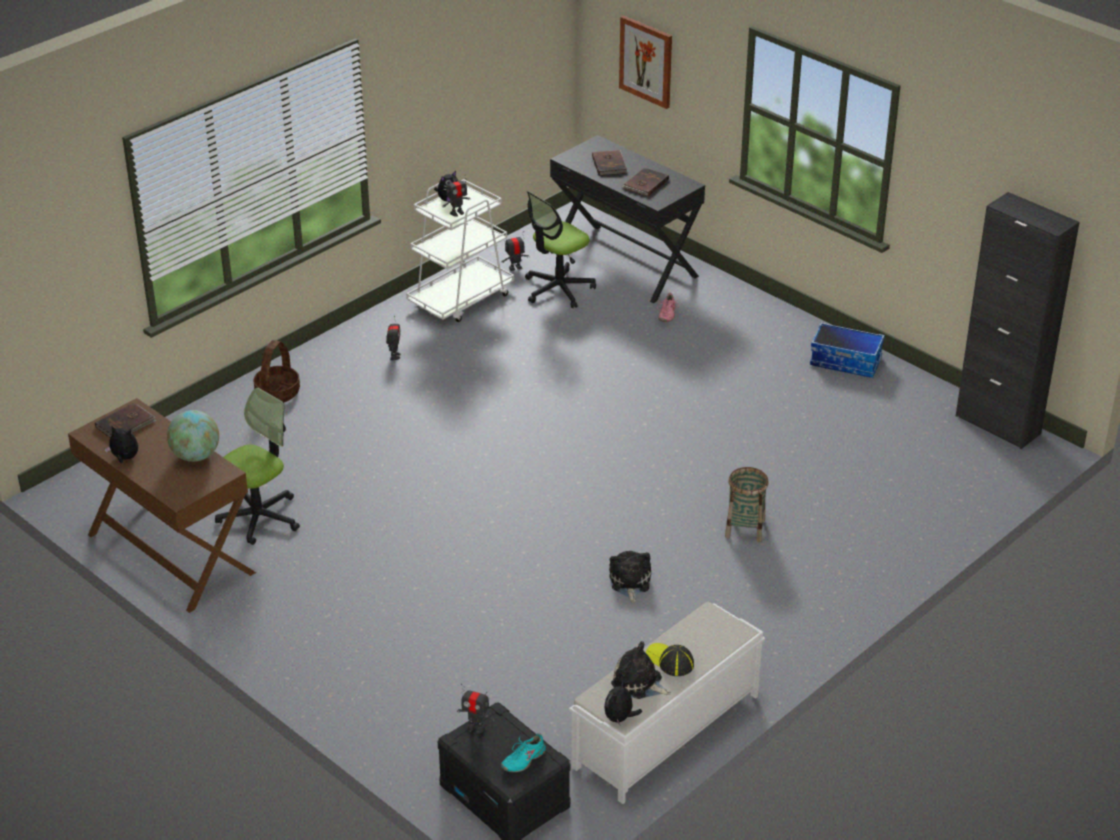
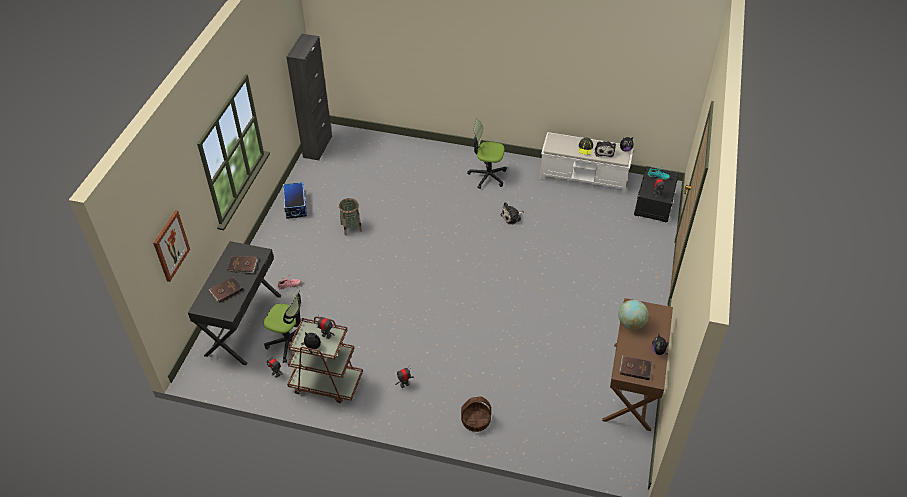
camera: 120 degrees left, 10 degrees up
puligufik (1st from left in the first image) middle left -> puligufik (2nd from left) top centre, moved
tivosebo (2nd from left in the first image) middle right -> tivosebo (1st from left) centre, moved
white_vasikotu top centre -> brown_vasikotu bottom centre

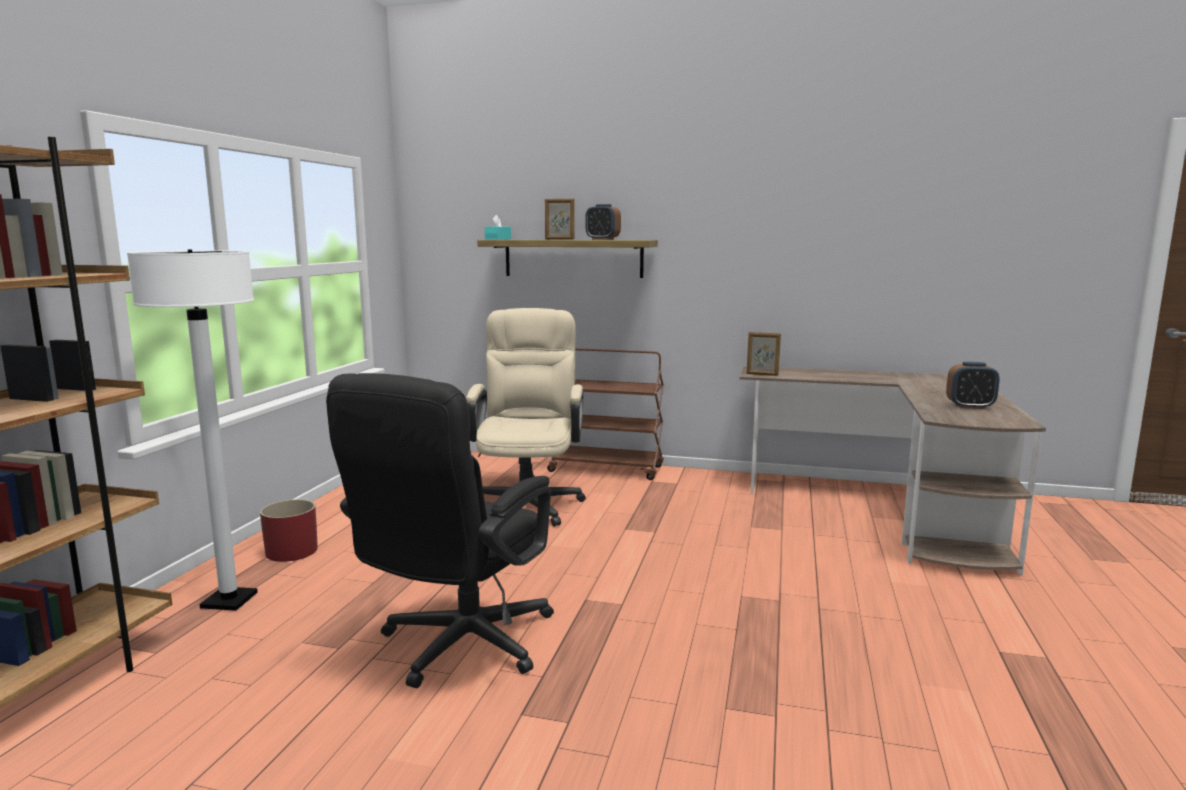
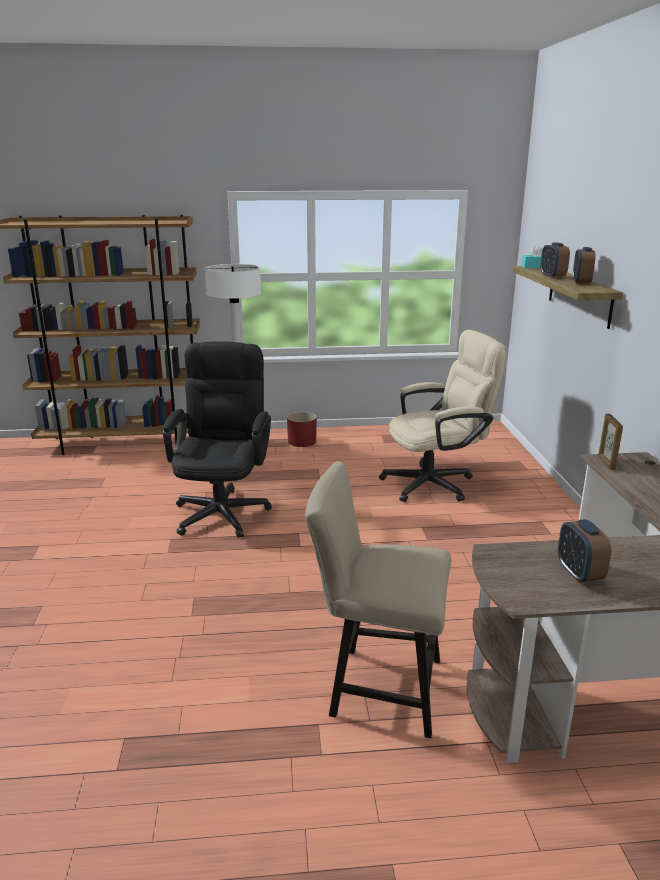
camera: 70 degrees right, 10 degrees up
brown_vasikotu centre -> none
none -> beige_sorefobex bottom centre
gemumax (1st from left) top centre -> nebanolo (1st from left) top right
black_puligufik bottom centre -> black_puligufik middle left, 90 degrees clockwise

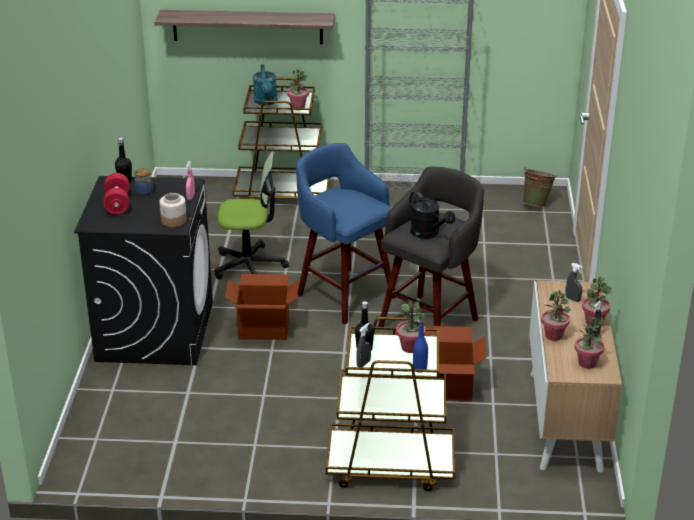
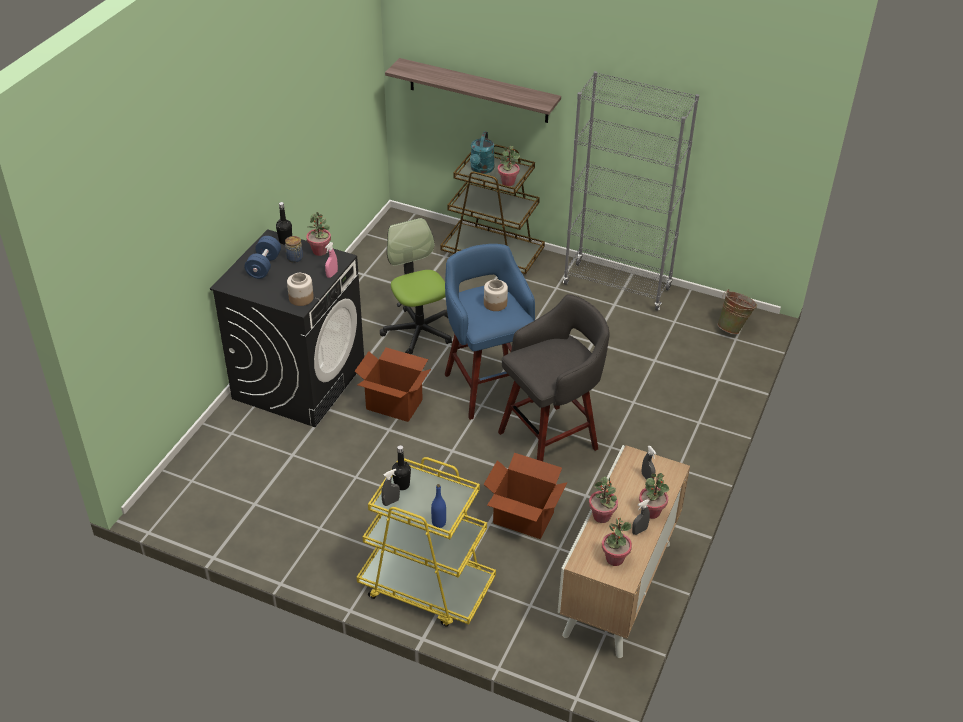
camera: 20 degrees right, 10 degrees up
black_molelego centre -> none
none -> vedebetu (3rd from left) centre
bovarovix (2nd from left in the first image) centre -> bovarovix (1st from left) top left, moved
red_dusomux middle left -> blue_dusomux middle left
brown_vasikotu (2nd from left) bottom centre -> yellow_vasikotu bottom centre
puligufik centre, 135 degrees counterclockwise

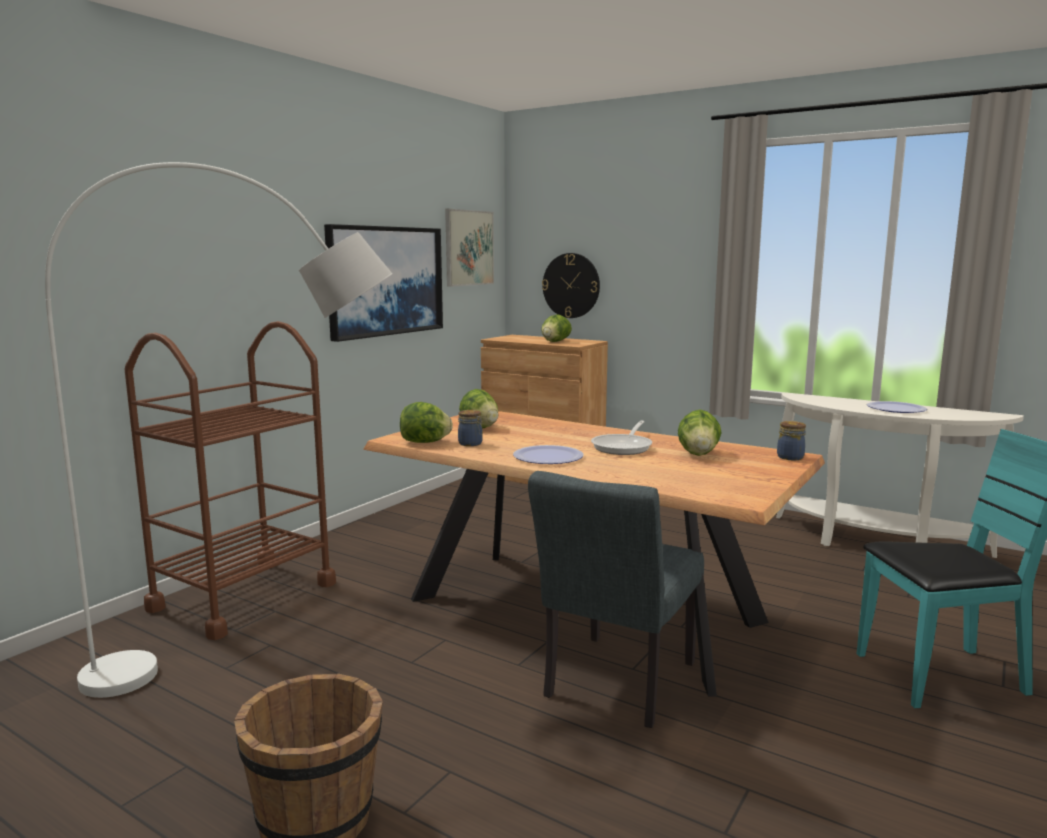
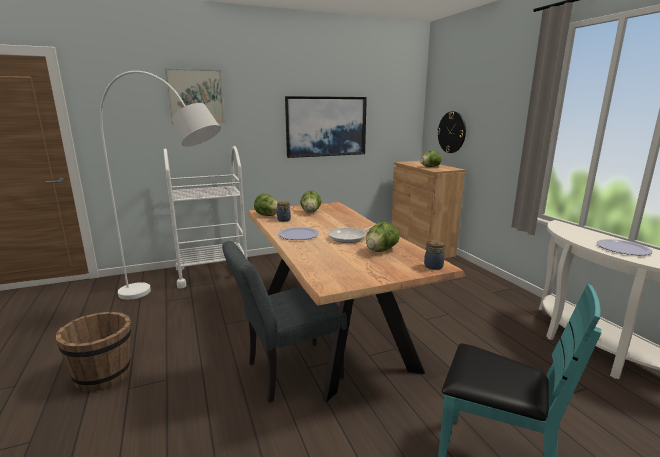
camera: 35 degrees right, 5 degrees up
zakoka (2nd from left in the first image) top centre -> zakoka (1st from left) top left, moved
brown_vasikotu middle left -> white_vasikotu middle left

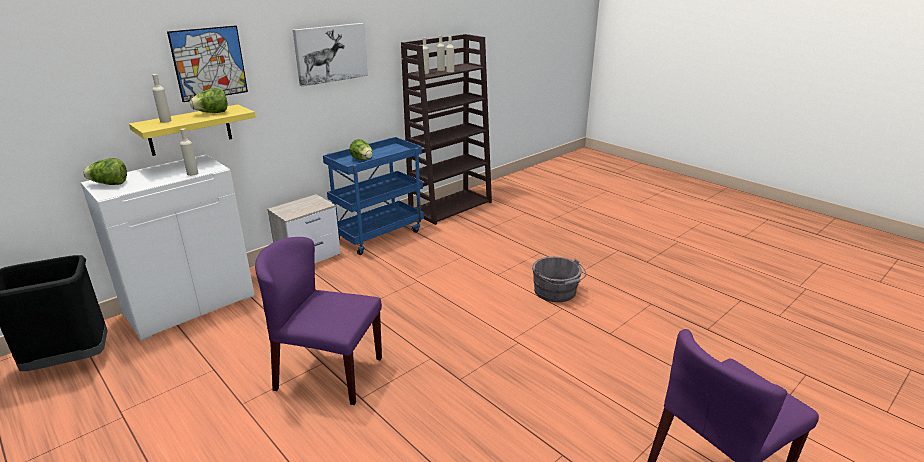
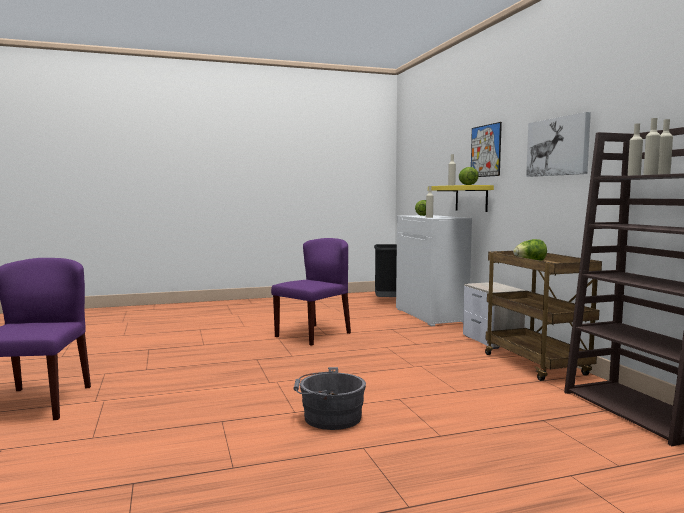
camera: 115 degrees right, 20 degrees down
blue_vasikotu centre -> brown_vasikotu middle right

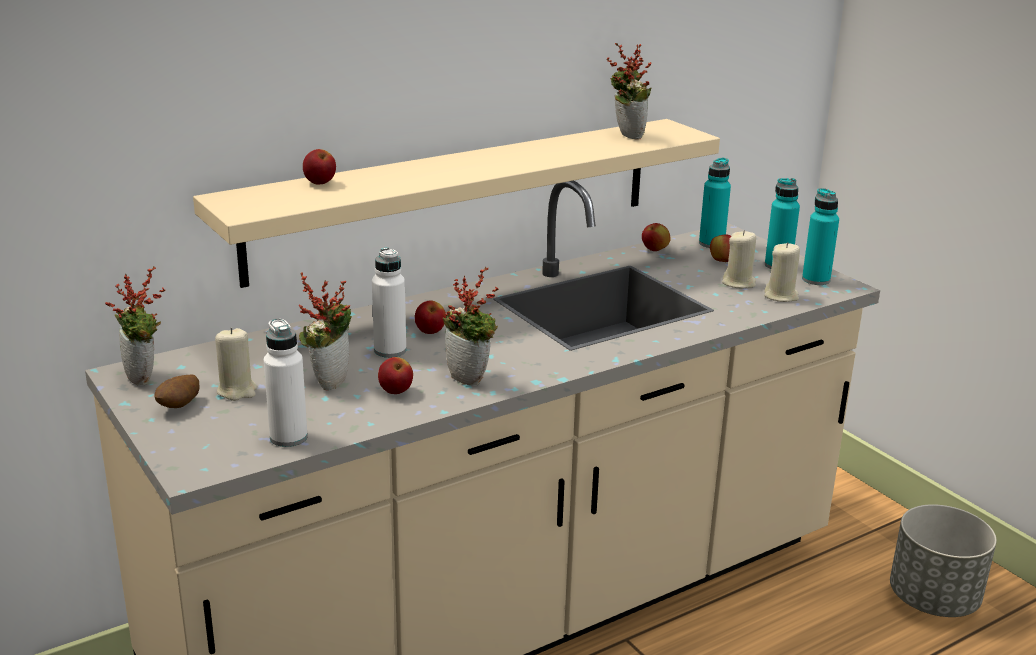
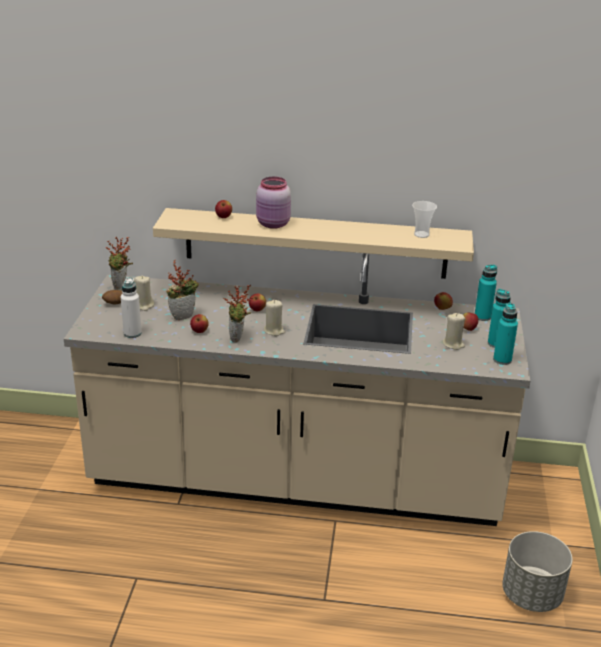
camera: 40 degrees right, 5 degrees up
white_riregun (2nd from left) centre -> none
none -> pink_vedebetu top centre
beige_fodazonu (3rd from left in the first image) middle right -> beige_fodazonu (2nd from left) centre, moved
bovarovix (4th from left) top centre -> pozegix middle right

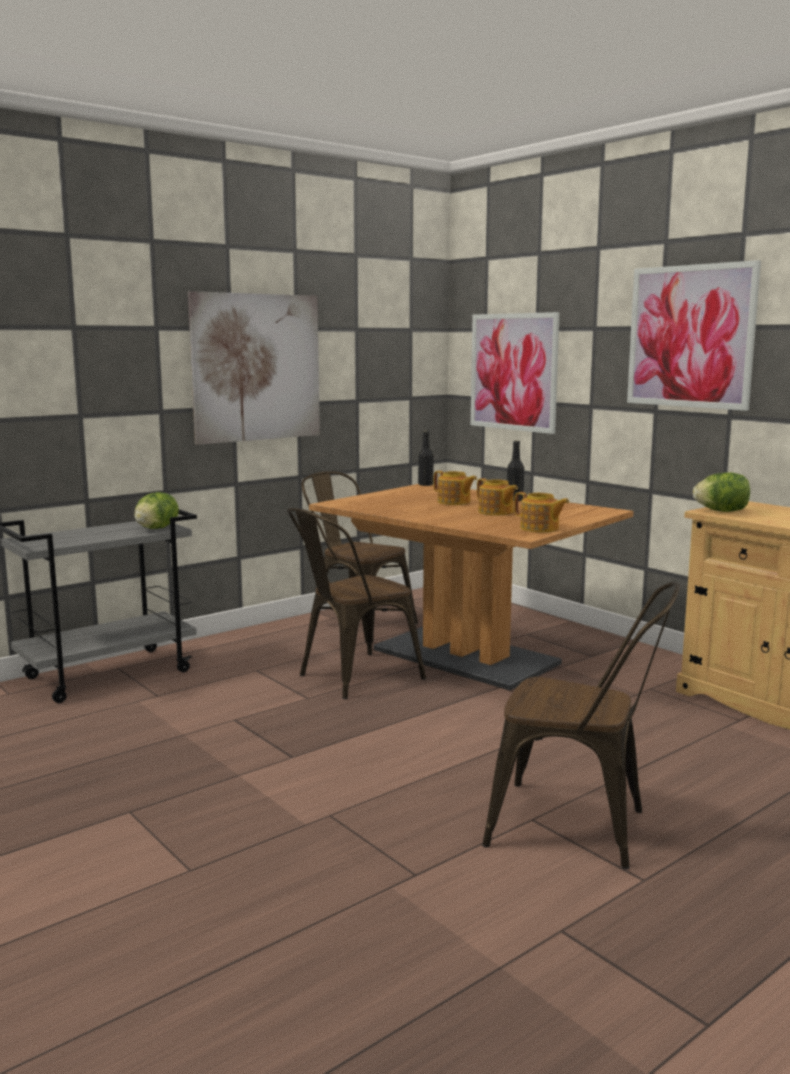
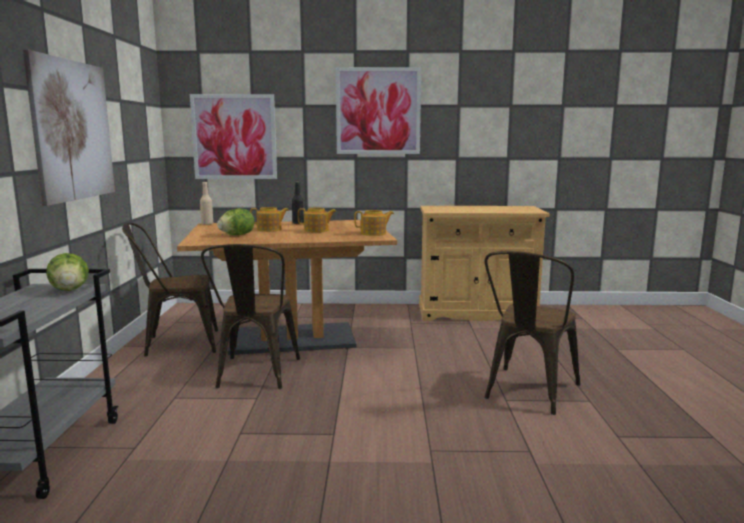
camera: 50 degrees left, 0 degrees up
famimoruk (2nd from left) middle right -> famimoruk (2nd from left) middle left, moved
black_riregun (1st from left) centre -> beige_riregun middle left
brown_sorefobex (3rd from left) bottom right -> brown_sorefobex (3rd from left) middle right, 150 degrees clockwise

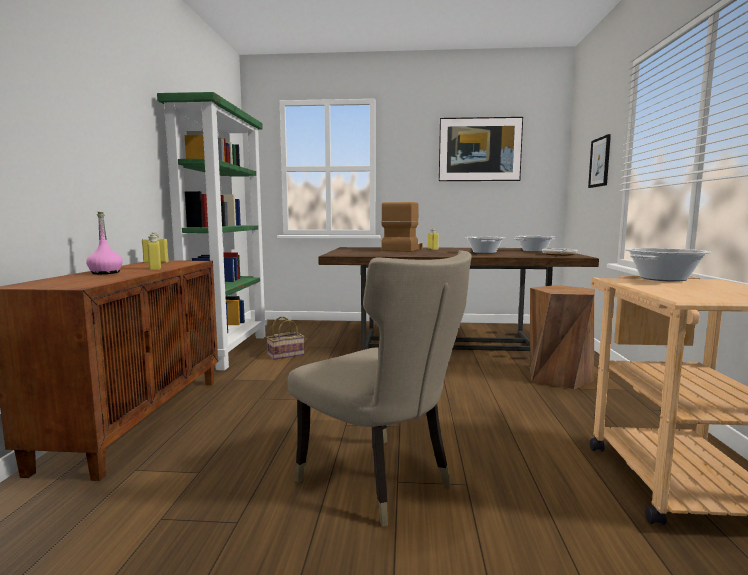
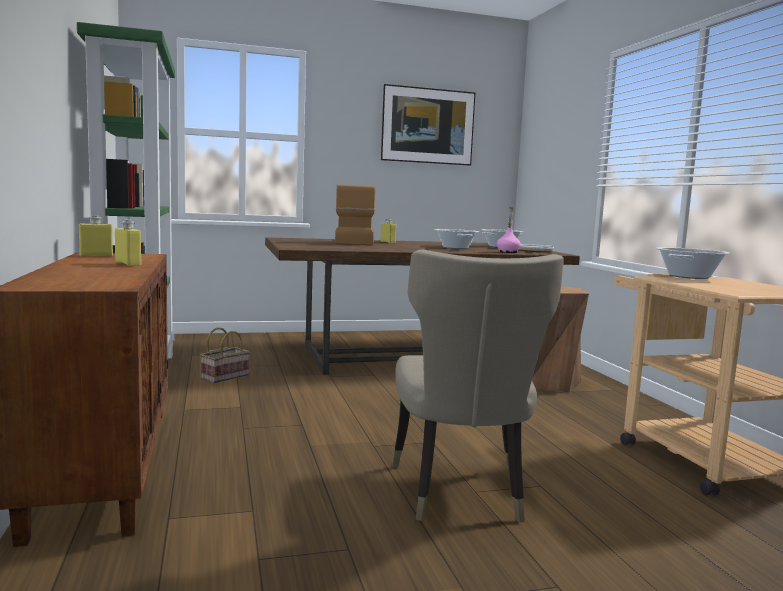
camera: 20 degrees left, 0 degrees up
zakoka (2nd from left) top right -> none
pink_riregun middle left -> pink_riregun centre, moved
beige_sorefobex bottom centre -> beige_sorefobex centre, 60 degrees clockwise

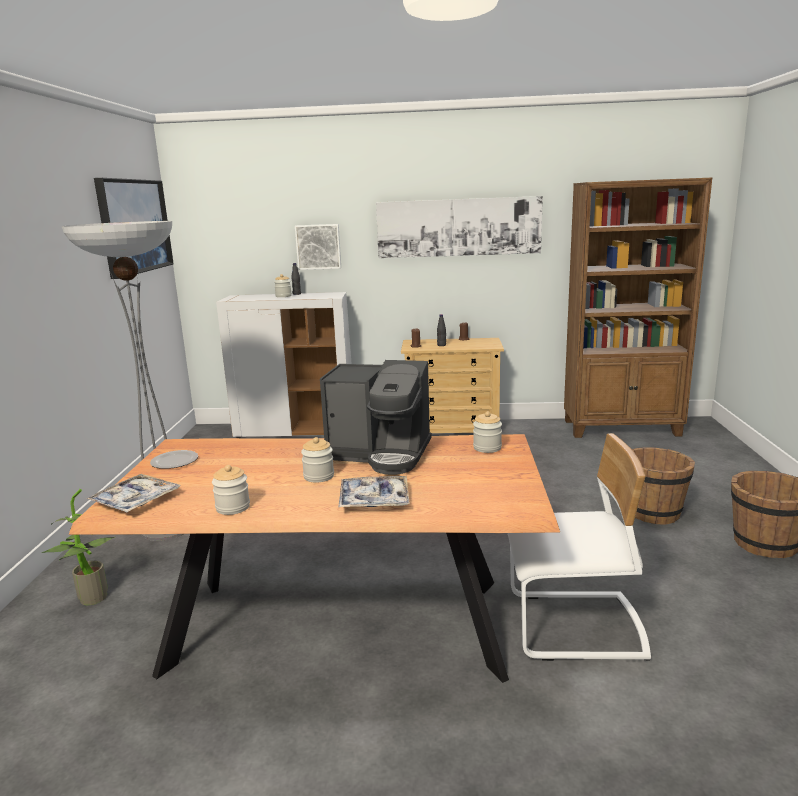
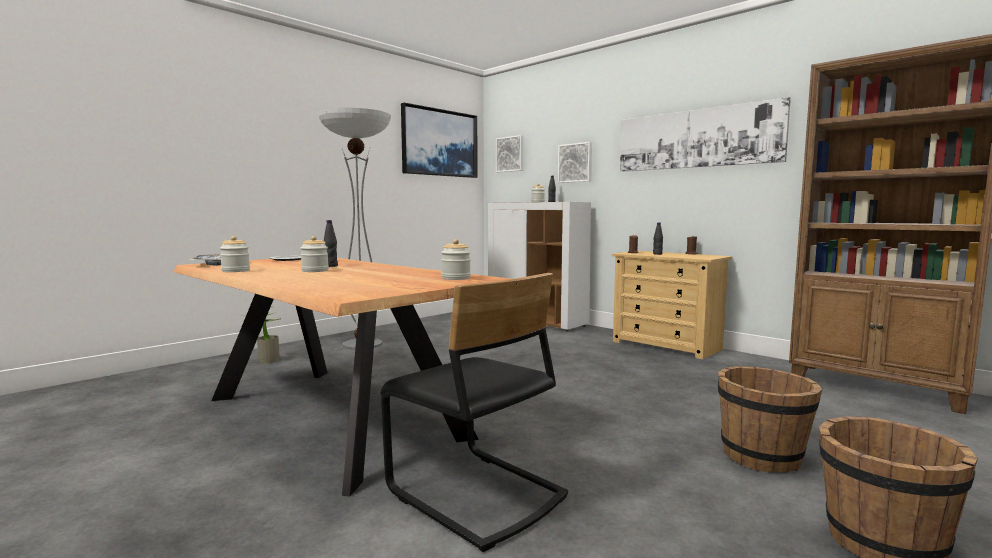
camera: 40 degrees right, 10 degrees down
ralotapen centre -> none
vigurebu (2nd from left) centre -> none
none -> black_riregun (1st from left) centre
none -> zakoka (2nd from left) top centre
white_sorefobex bottom right -> black_sorefobex bottom centre

